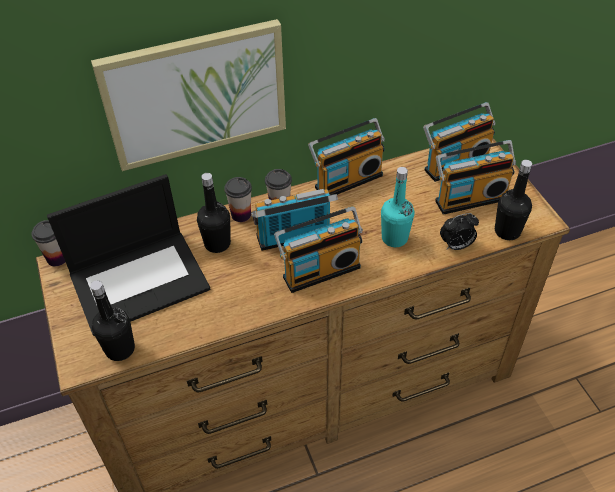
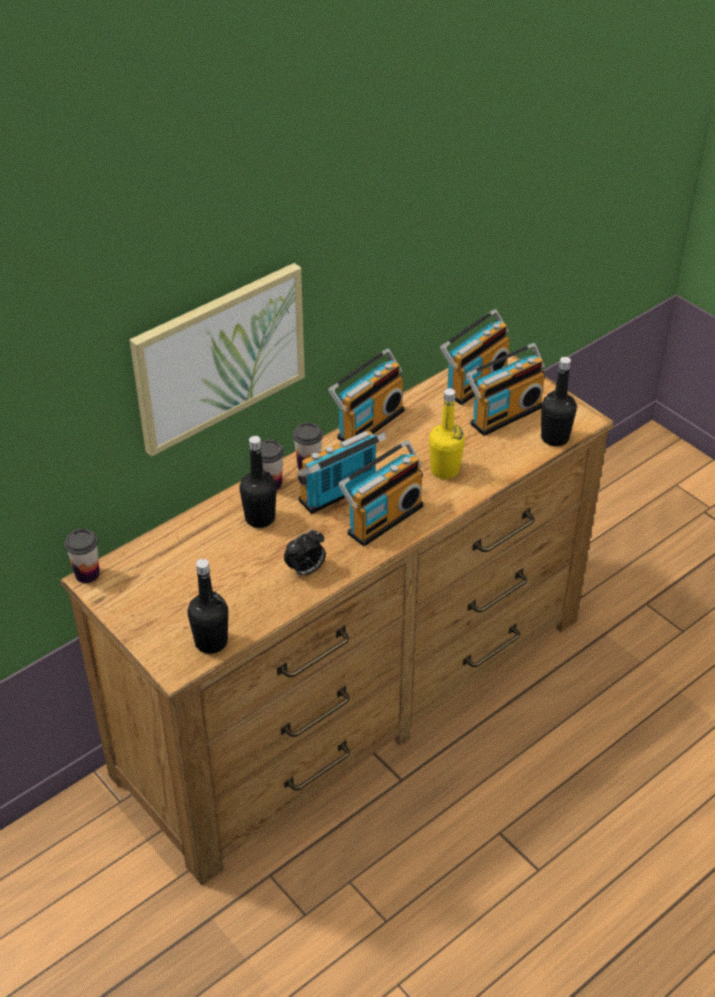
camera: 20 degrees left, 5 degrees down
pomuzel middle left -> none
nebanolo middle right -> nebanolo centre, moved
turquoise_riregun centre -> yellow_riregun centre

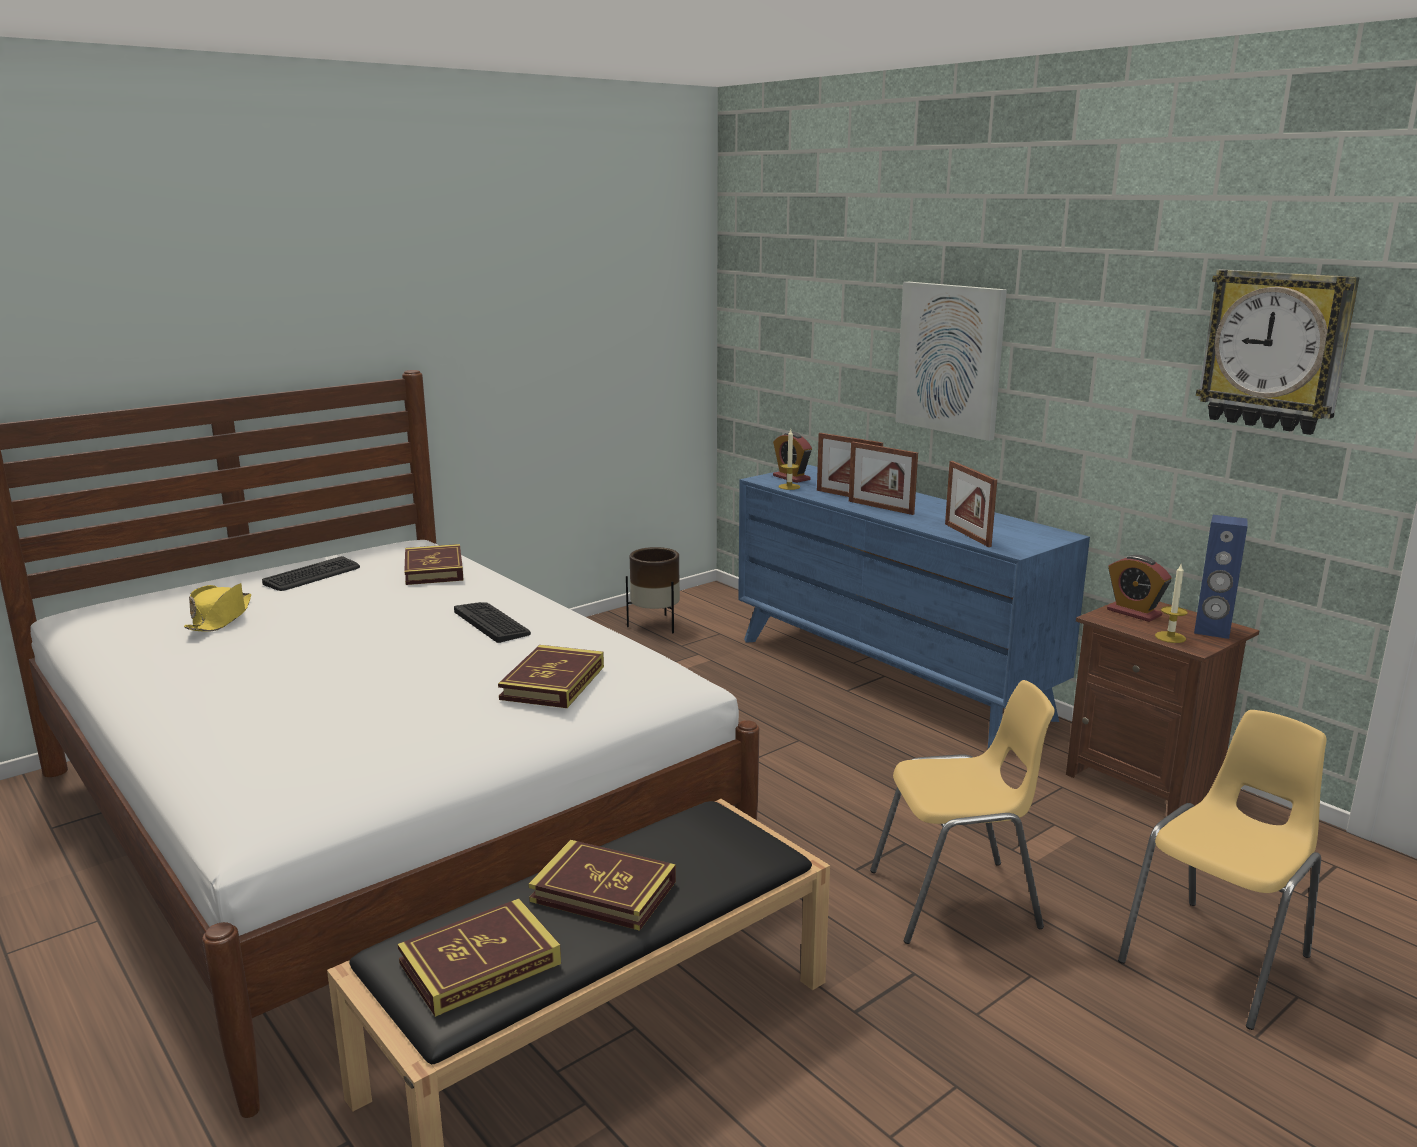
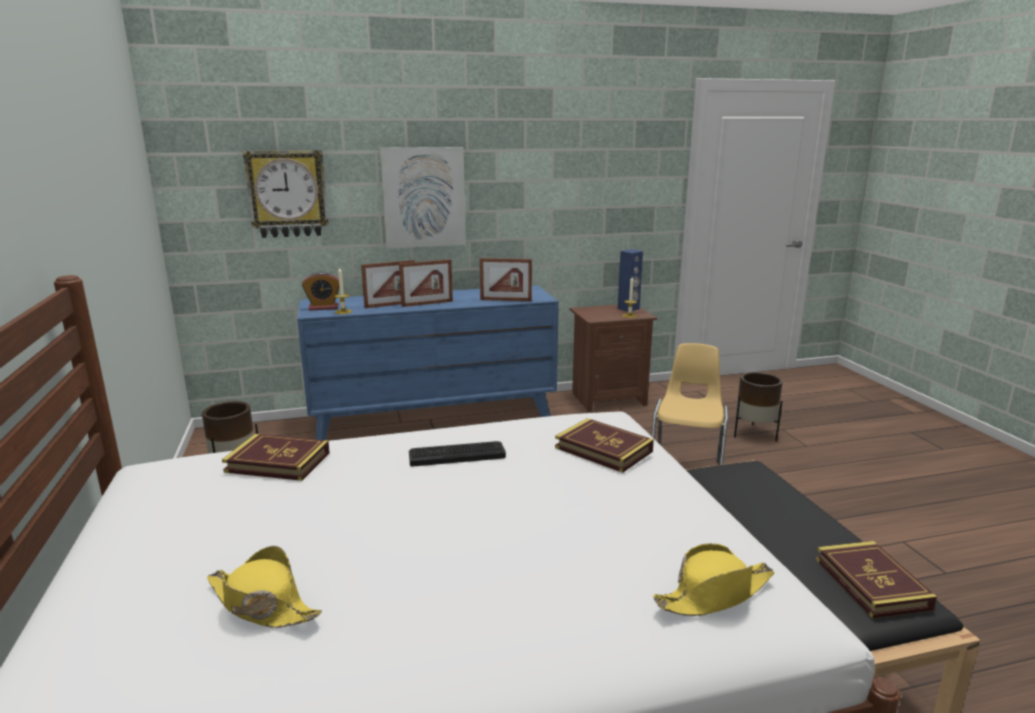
camera: 65 degrees left, 0 degrees up
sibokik (1st from left) middle left -> none
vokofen (4th from left) bottom centre -> none
nebanolo (2nd from left) middle right -> none
none -> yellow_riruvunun (2nd from left) bottom right
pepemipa top right -> pepemipa top left, moved
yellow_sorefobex (2nd from left) bottom right -> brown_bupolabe (2nd from left) middle right

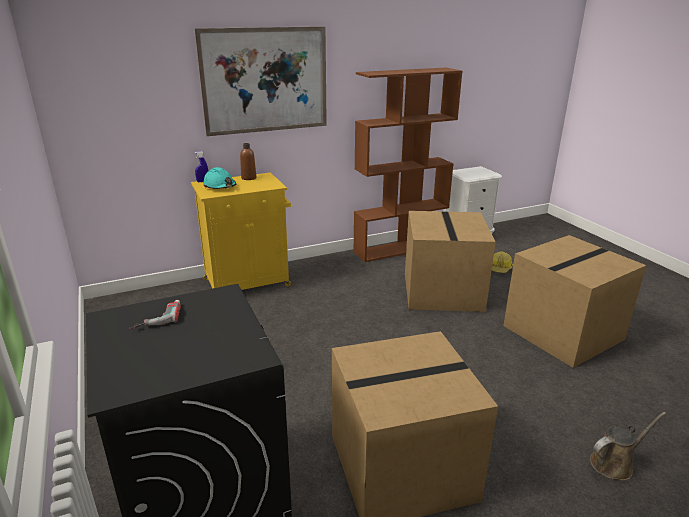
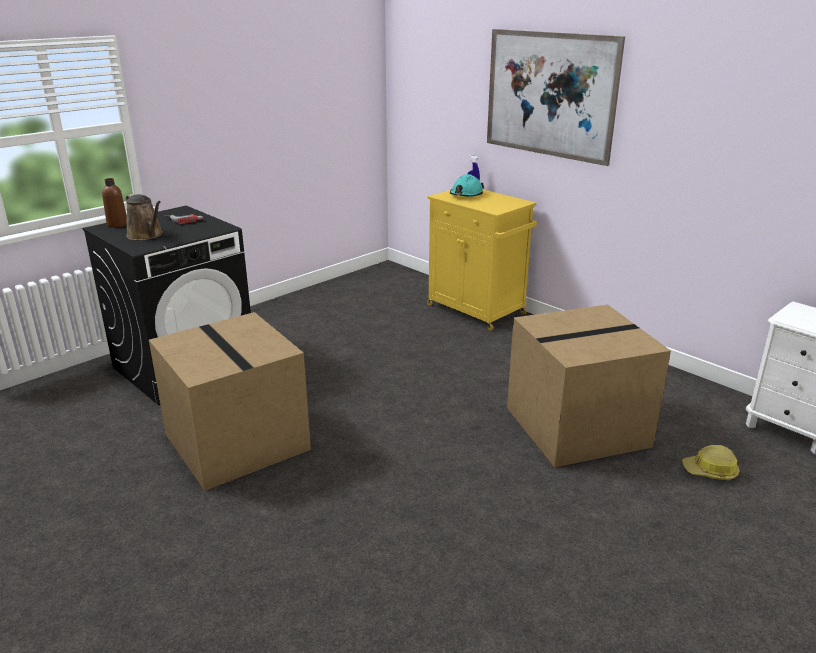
camera: 70 degrees right, 0 degrees up
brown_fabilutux top centre -> none
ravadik (3rd from left) middle right -> none
brown_riregun top centre -> brown_riregun top left, moved
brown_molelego bottom right -> brown_molelego top left, moved

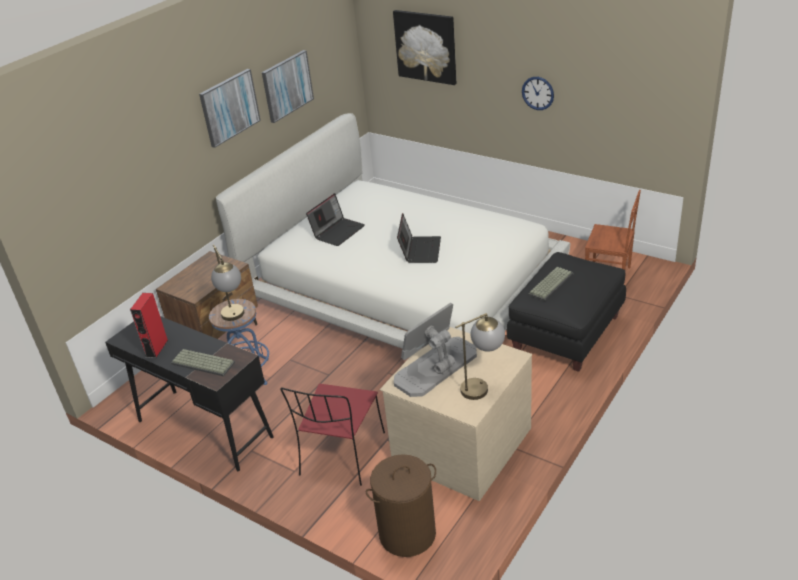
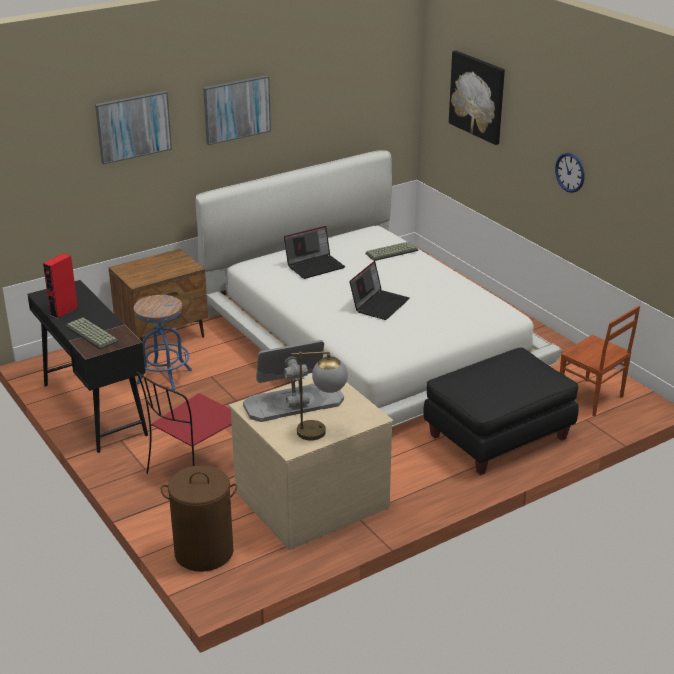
camera: 20 degrees right, 5 degrees down
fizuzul (1st from left) middle left -> none
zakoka (2nd from left in the first image) top centre -> zakoka (1st from left) top left, moved
sibokik (2nd from left) middle right -> sibokik (2nd from left) centre, moved

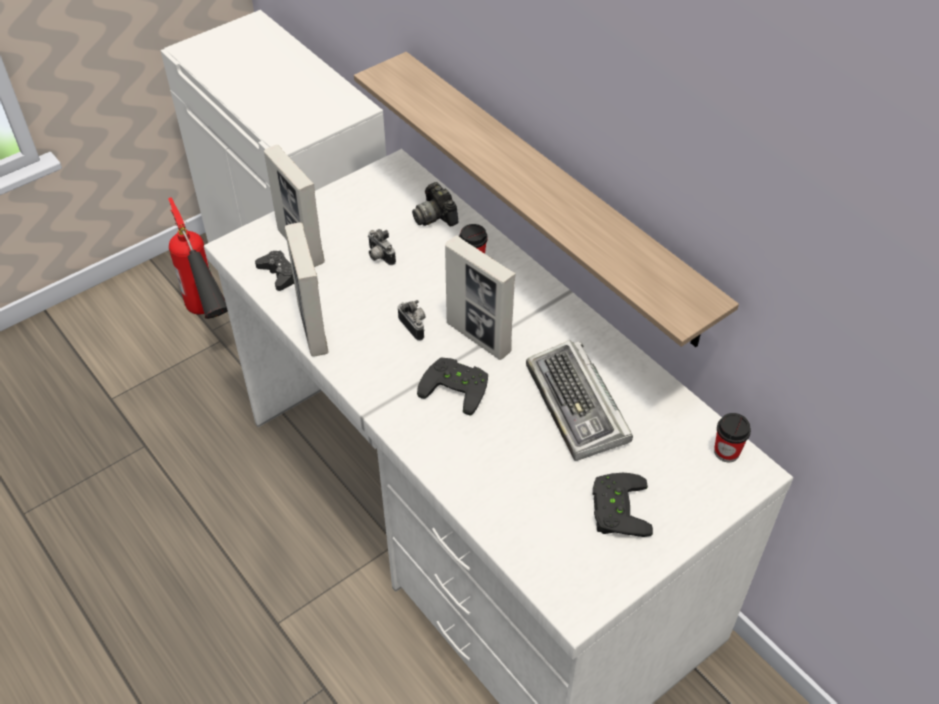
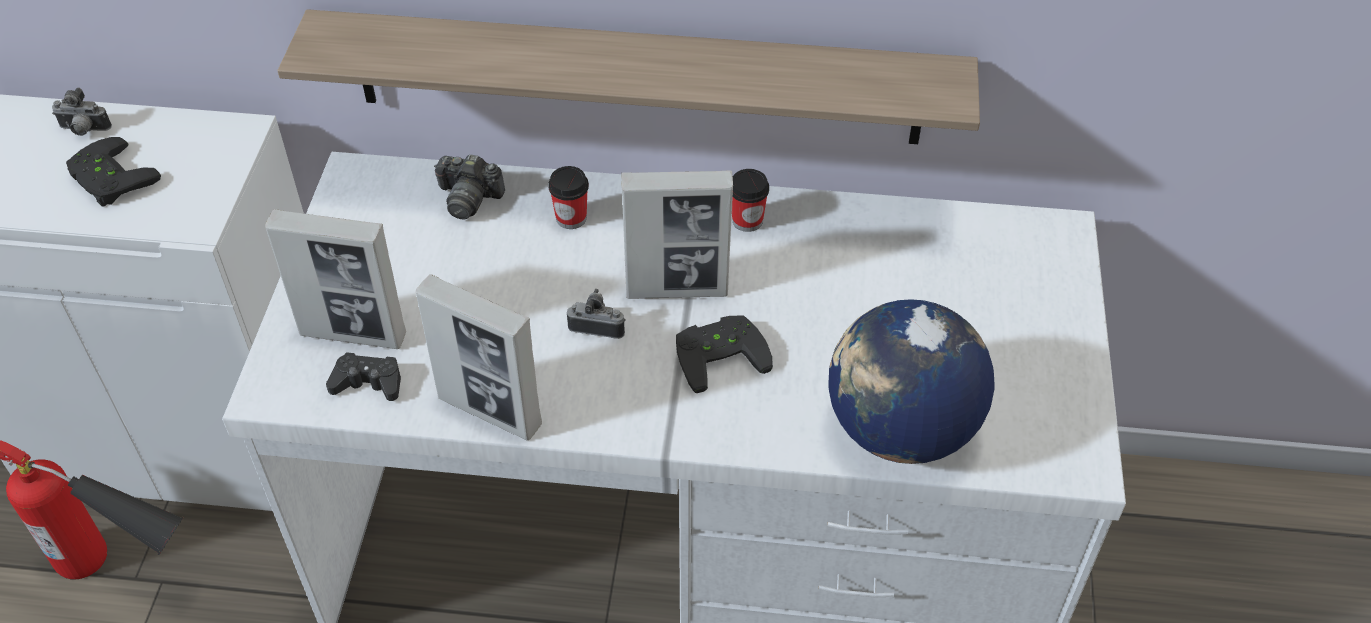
camera: 45 degrees left, 0 degrees up
sibokik centre -> none
none -> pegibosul centre
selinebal (1st from left) centre -> selinebal (1st from left) top left, moved
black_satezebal (3rd from left in the first image) bottom centre -> black_satezebal (1st from left) top left, moved
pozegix (2nd from left) middle right -> pozegix (2nd from left) top centre, moved

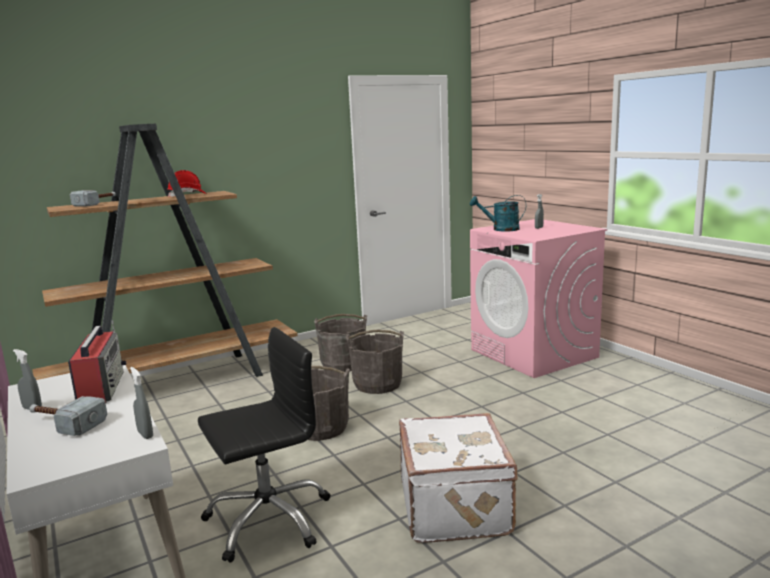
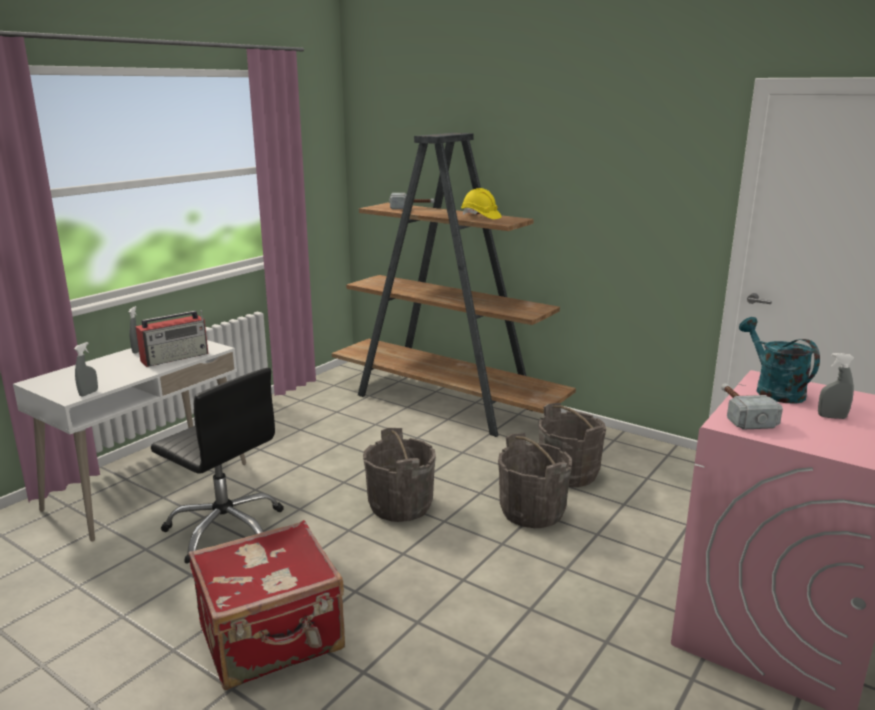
camera: 65 degrees right, 5 degrees up
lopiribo (1st from left in the first image) bottom left -> lopiribo (2nd from left) middle right, moved
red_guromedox top left -> yellow_guromedox top centre
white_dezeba bottom centre -> red_dezeba bottom left

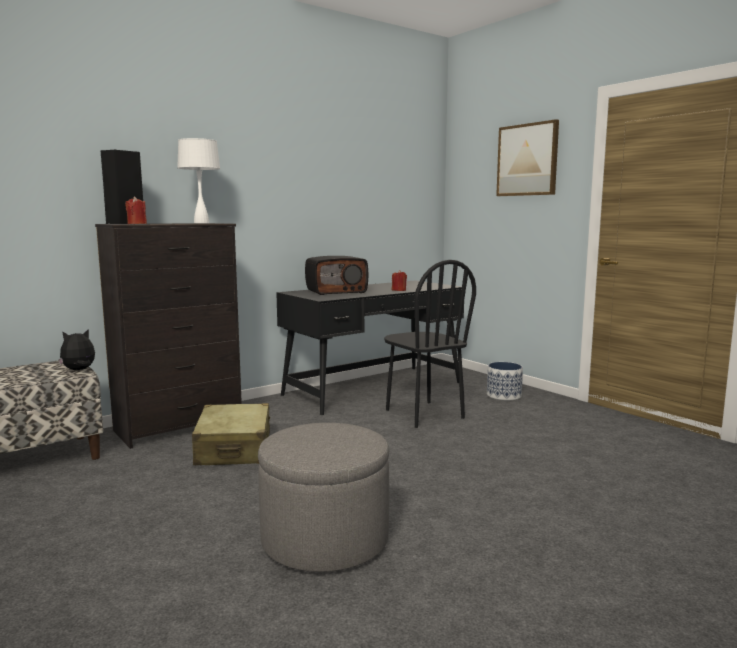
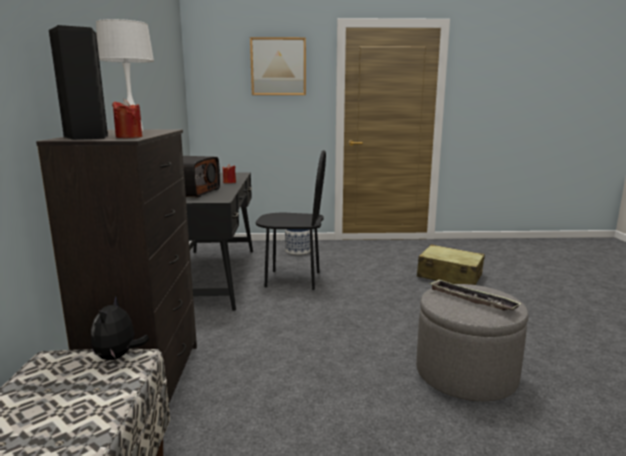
camera: 55 degrees left, 5 degrees up
none -> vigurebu middle right
beige_dezeba bottom left -> beige_dezeba middle right, moved

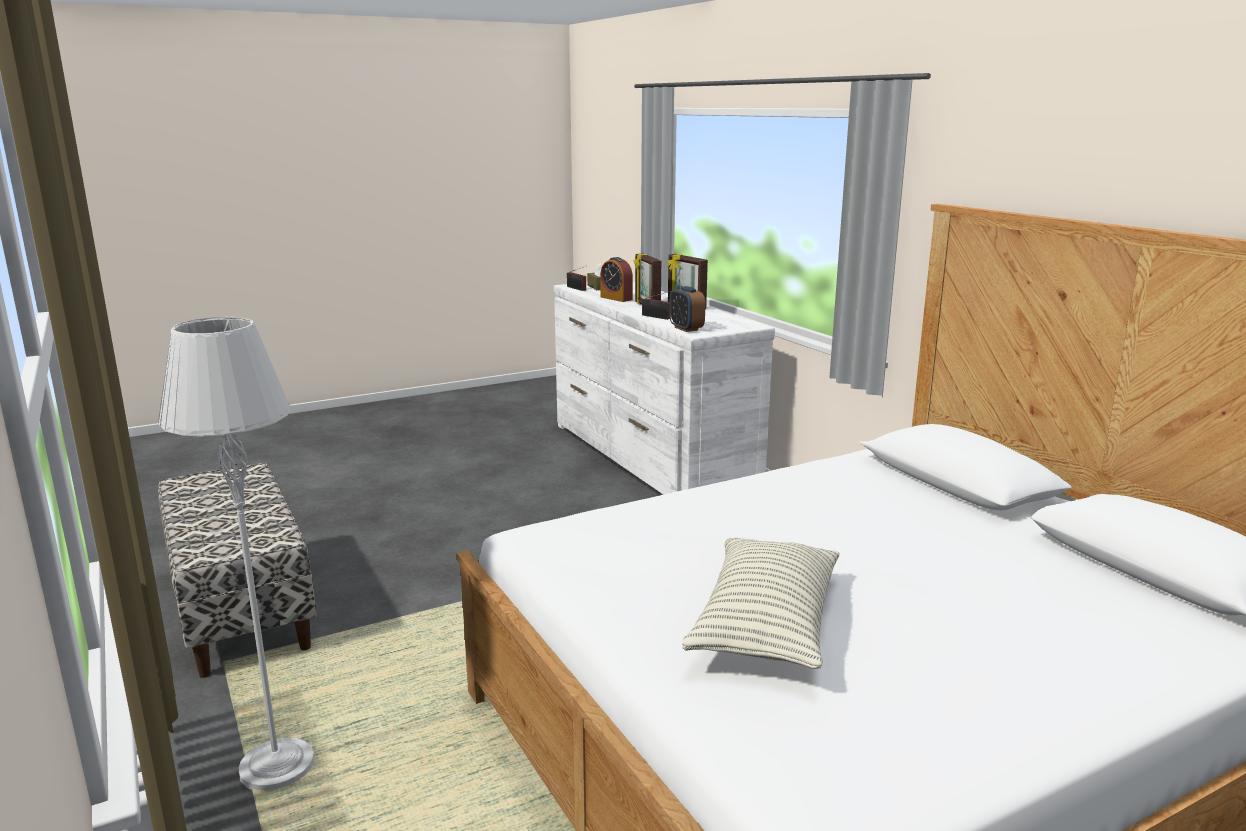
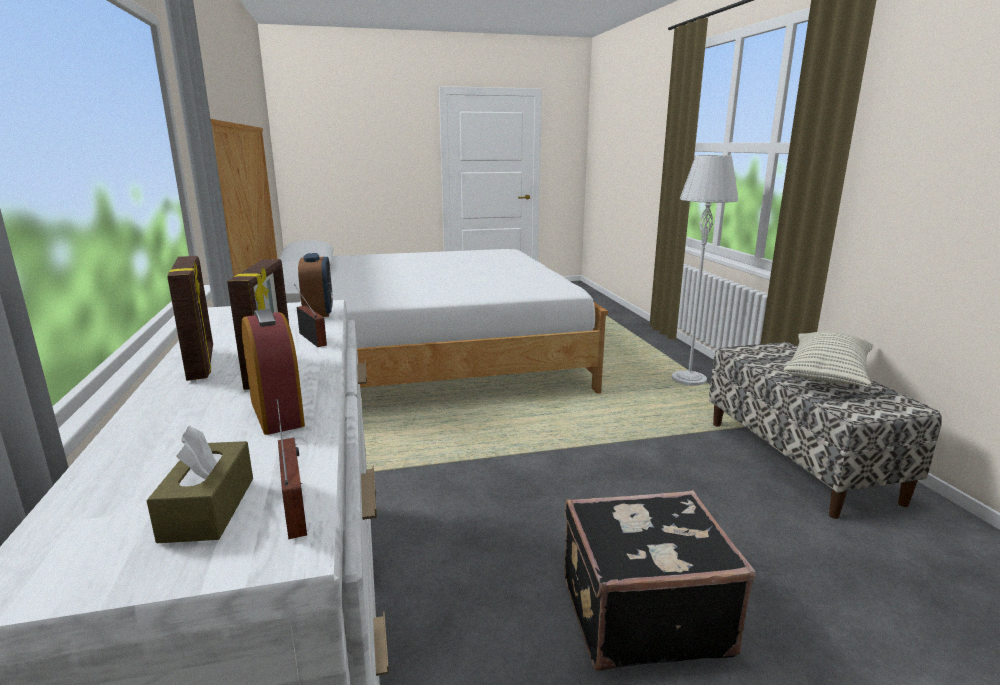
camera: 165 degrees left, 0 degrees up
none -> black_dezeba bottom centre
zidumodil bottom centre -> zidumodil middle right, moved

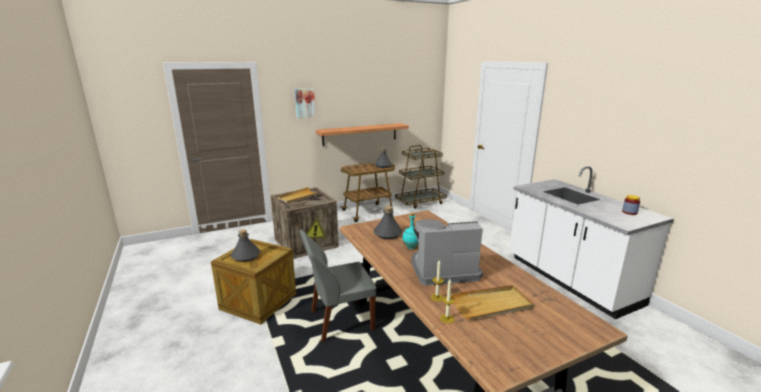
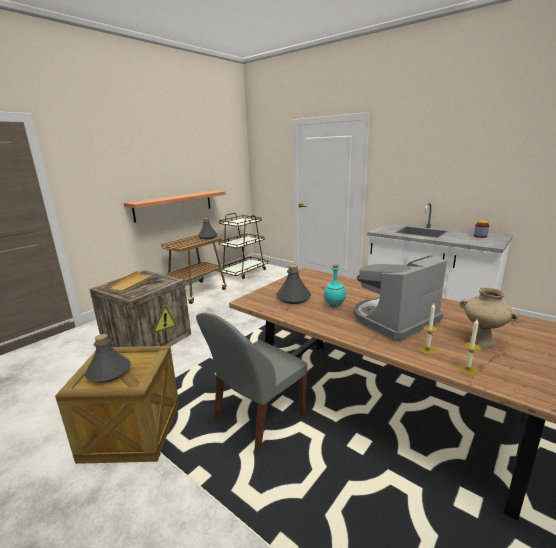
camera: 25 degrees left, 0 degrees up
zakoka top centre -> none
beige_vigurebu (2nd from left) bottom centre -> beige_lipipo middle right

